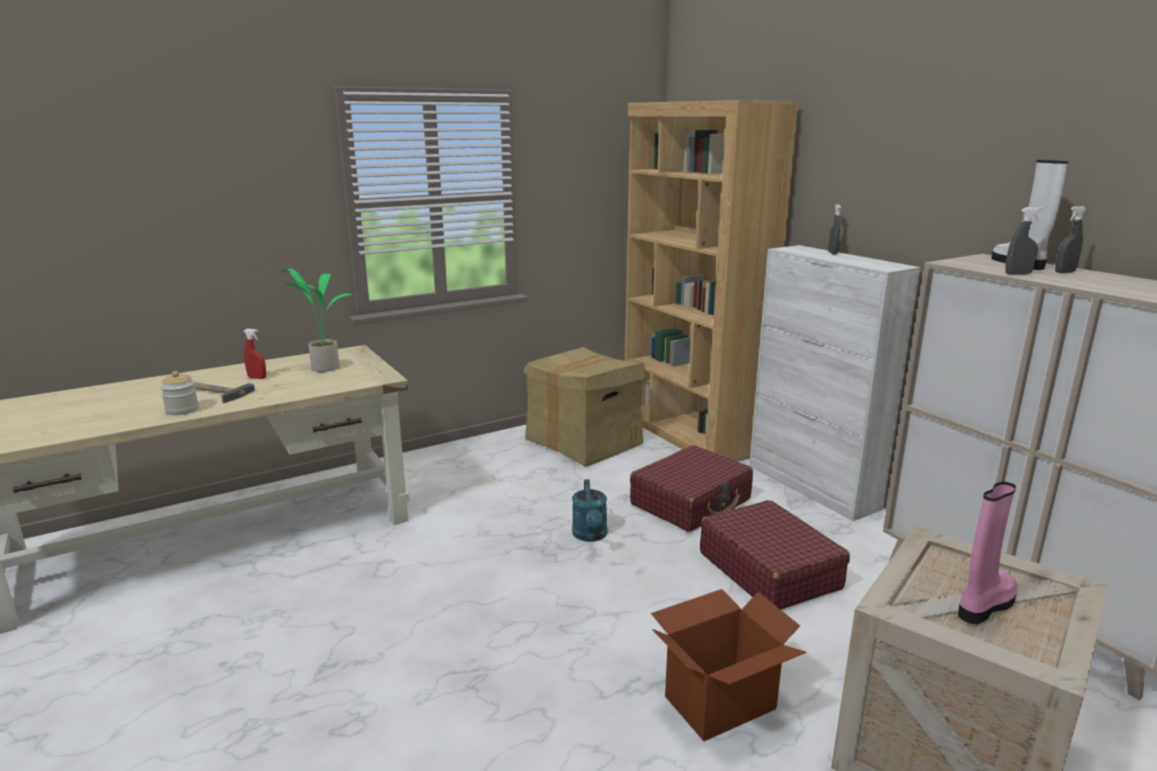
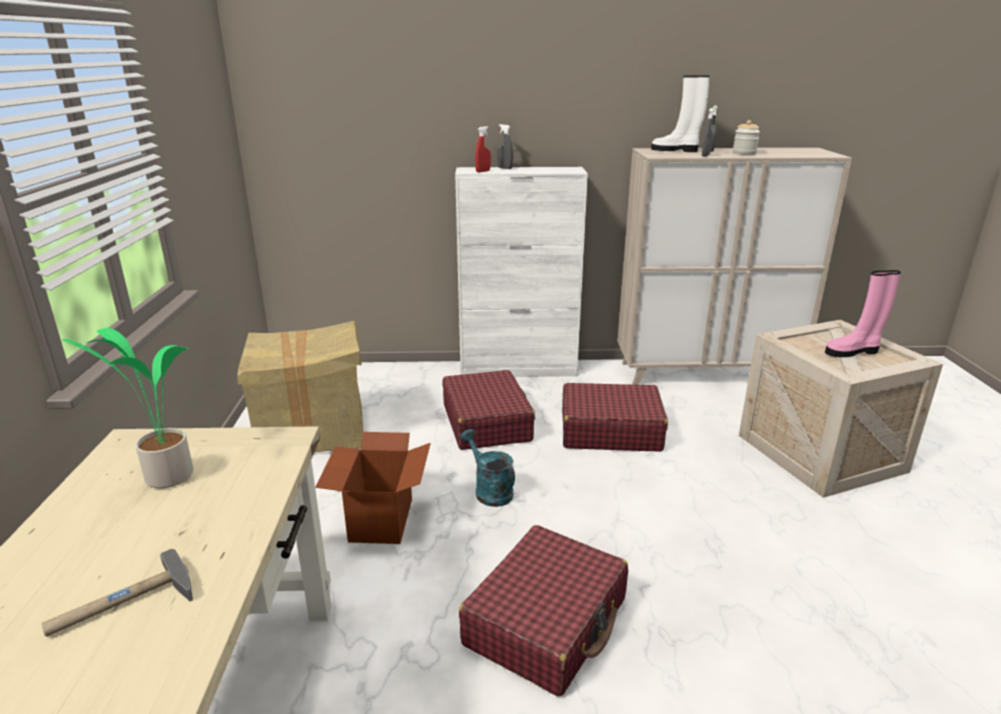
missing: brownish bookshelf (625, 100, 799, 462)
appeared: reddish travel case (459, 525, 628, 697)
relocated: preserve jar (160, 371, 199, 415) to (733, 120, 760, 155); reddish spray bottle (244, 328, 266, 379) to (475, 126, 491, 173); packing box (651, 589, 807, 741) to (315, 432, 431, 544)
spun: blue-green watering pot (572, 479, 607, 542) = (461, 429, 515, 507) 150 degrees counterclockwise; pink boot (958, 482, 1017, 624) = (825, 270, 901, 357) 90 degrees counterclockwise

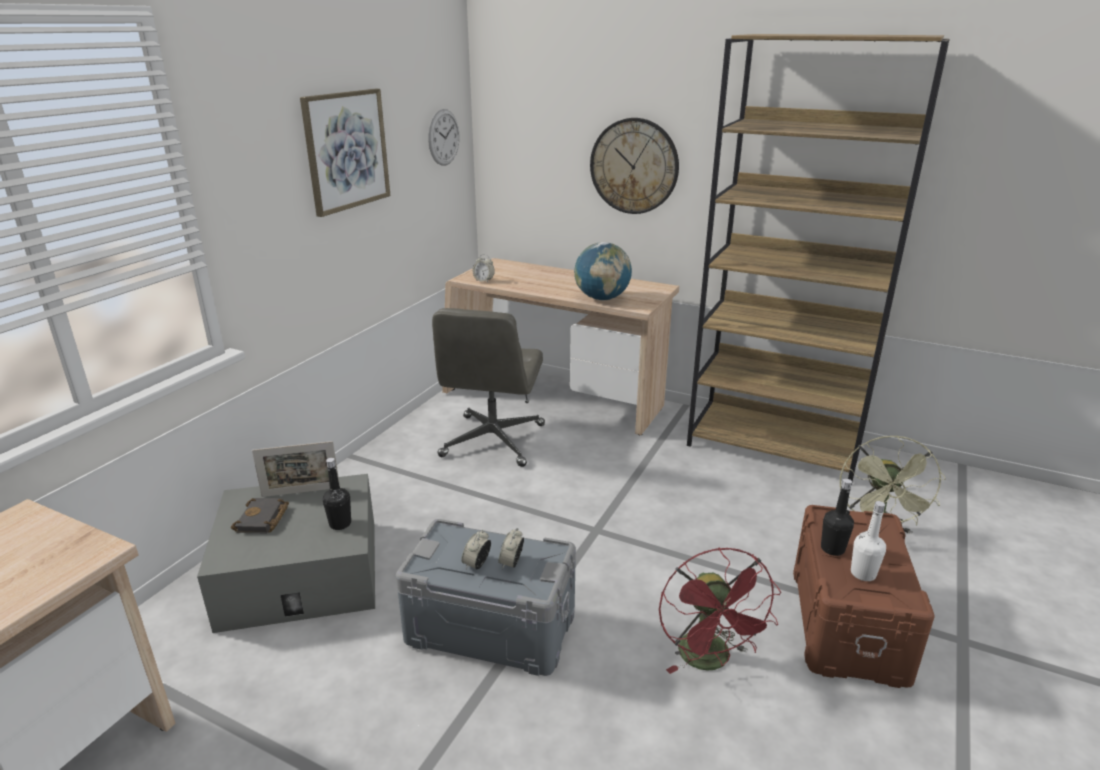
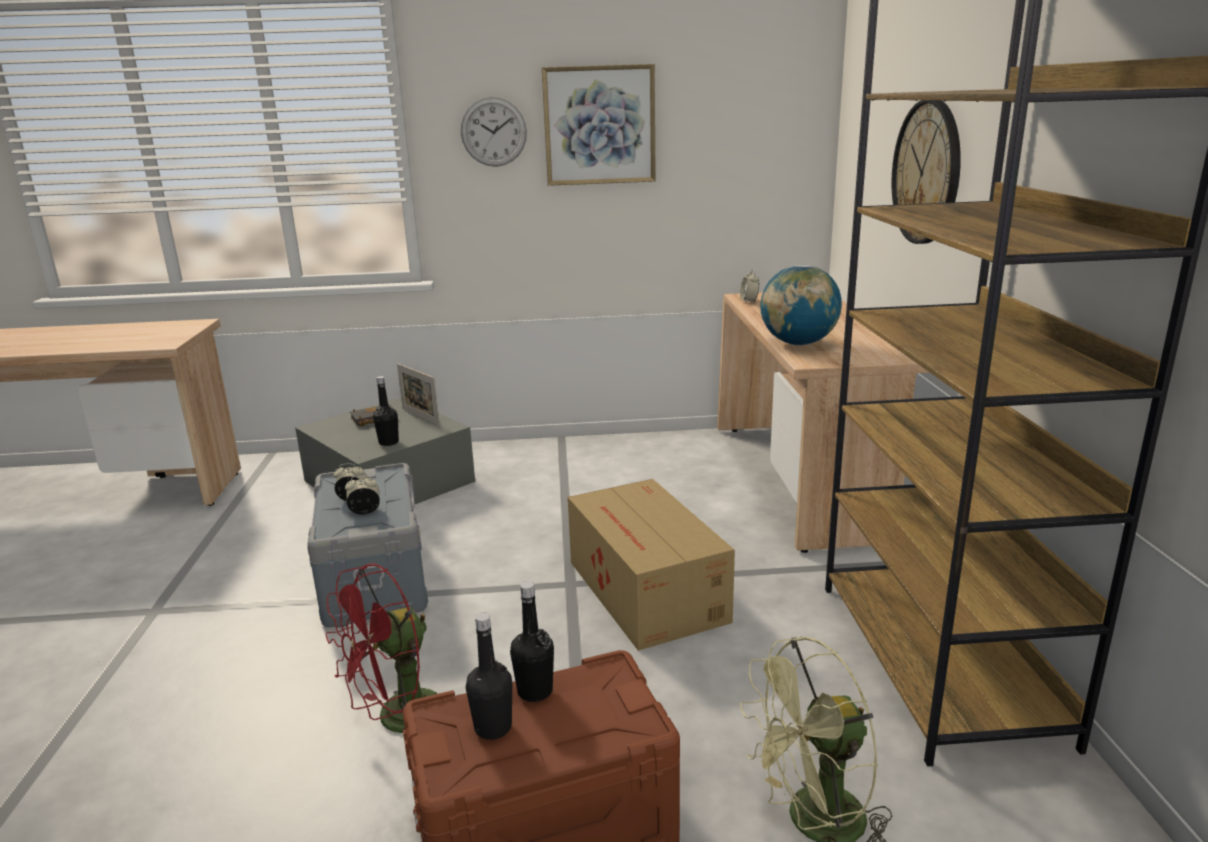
missing: grey office chair (432, 308, 545, 467)
appeared: packing box (568, 479, 735, 651)
relocated: clock on the wall (428, 109, 460, 166) to (461, 97, 527, 167)
colour: white-coloured drink bottle (851, 501, 886, 581) to blackish drink bottle (466, 612, 512, 740)

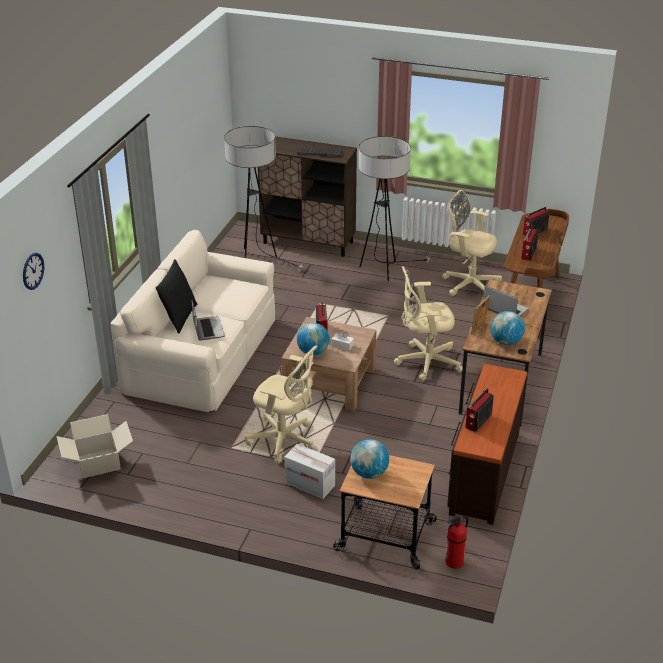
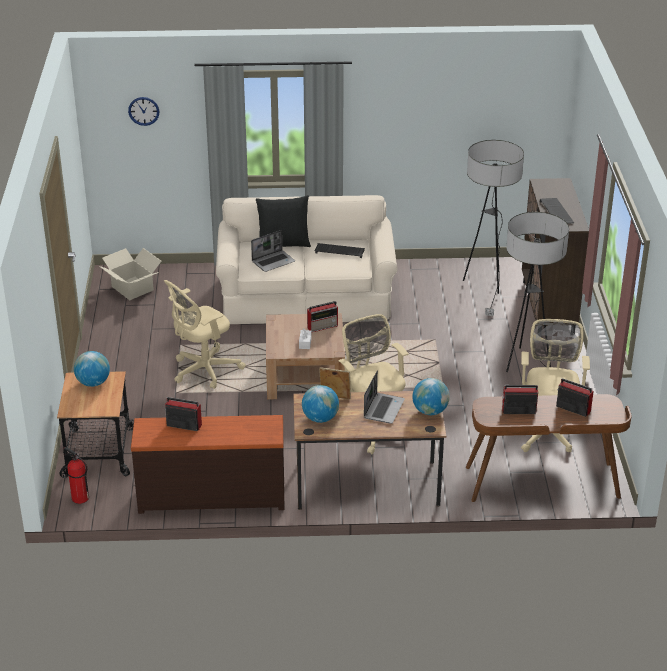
missing: packing box (284, 444, 335, 499)
appeared: PC keyboard (315, 243, 365, 258)
relocated: globe (297, 323, 329, 356) to (412, 378, 450, 415)
spun: beige office chair (245, 345, 318, 464) = (164, 280, 246, 389) 45 degrees clockwise

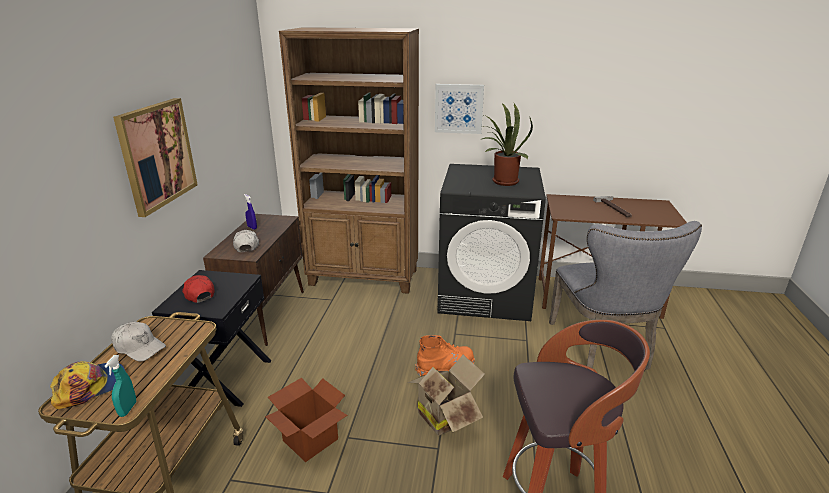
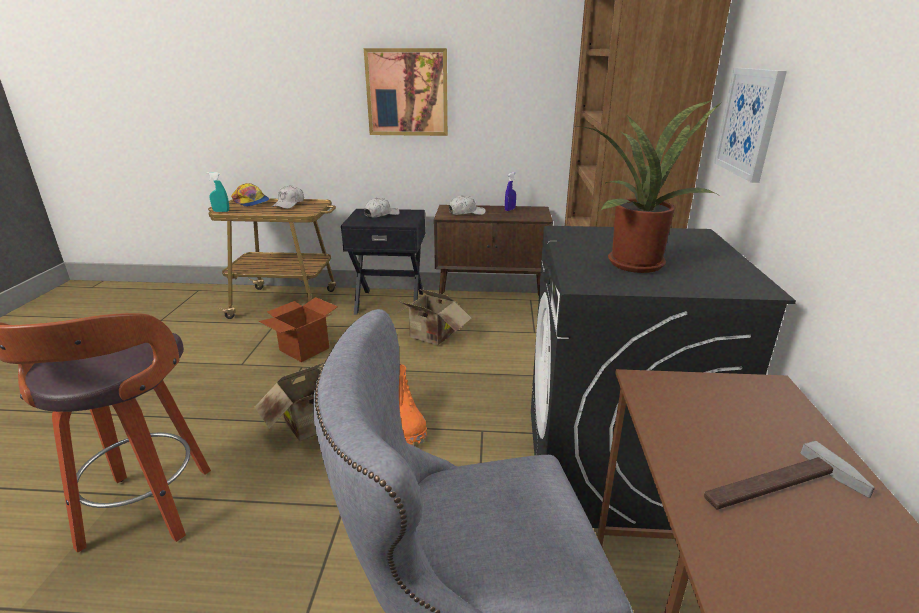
appeared: packing box (394, 289, 471, 345)
colour: reddish baseball cap (182, 275, 215, 303) to white-coloured baseball cap (364, 198, 400, 218)

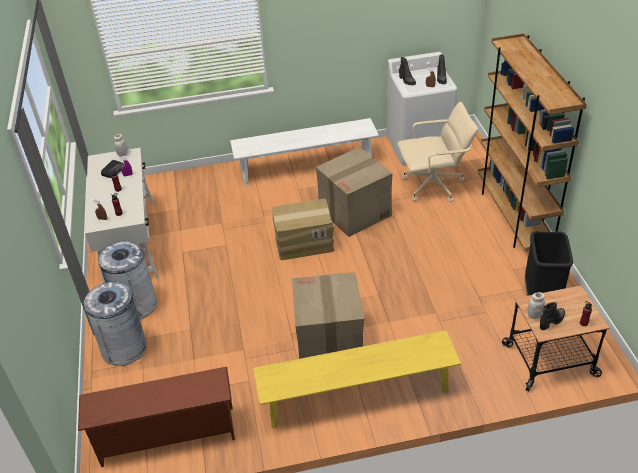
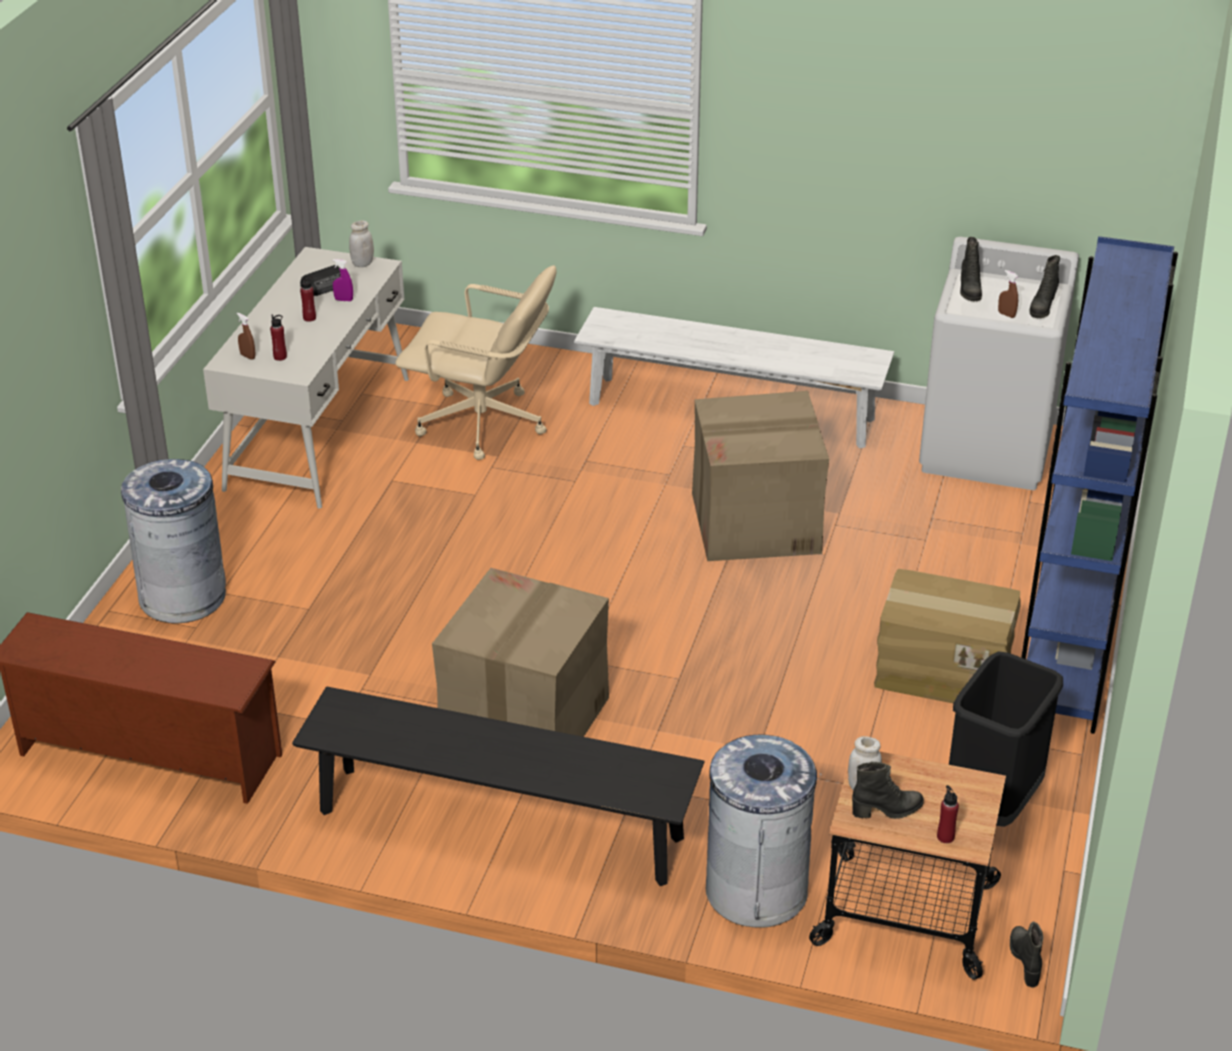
appeared: blackish boot (1010, 921, 1043, 988)
relocated: grey trash can (98, 241, 157, 319) to (706, 734, 821, 928); packing box (272, 199, 334, 260) to (874, 569, 1021, 703); beige office chair (397, 102, 478, 202) to (395, 265, 556, 460)
colour: yellowish long seat (253, 330, 461, 429) to blackish long seat (292, 686, 704, 886); brownish bookshelf (478, 33, 587, 252) to bluish bookshelf (1021, 236, 1178, 734)

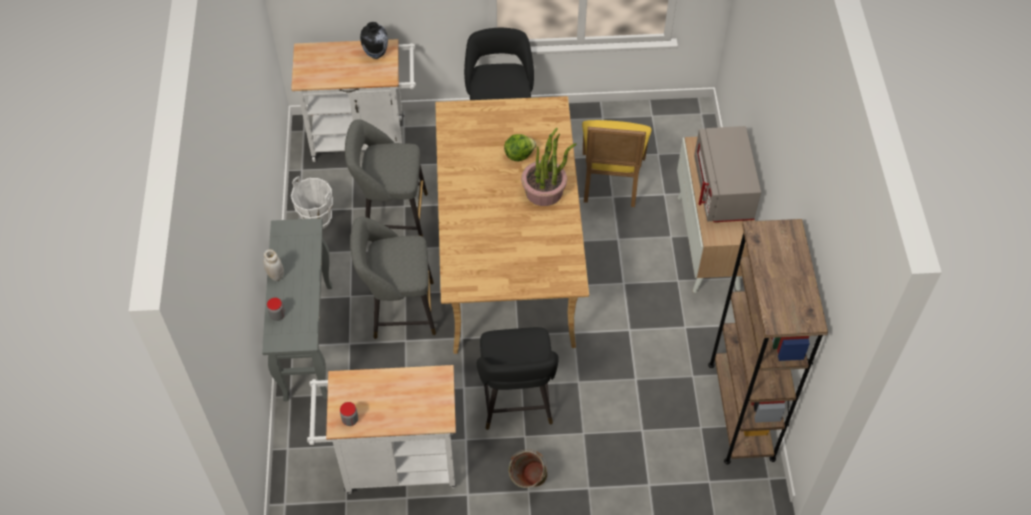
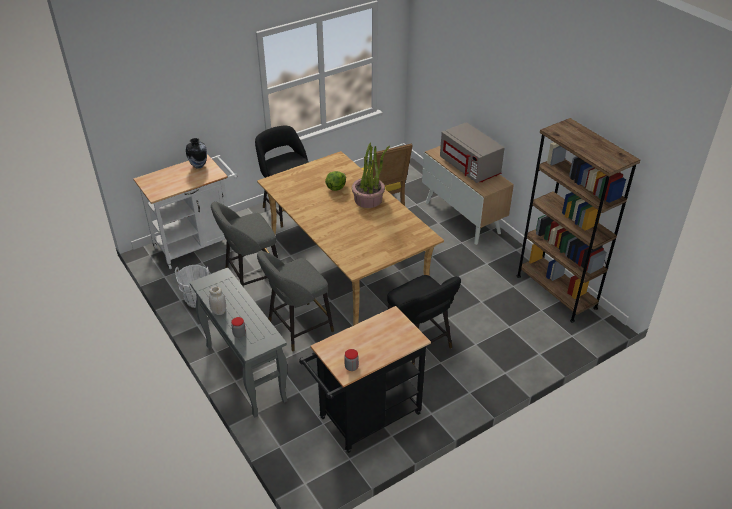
missing: green-coloured bucket (509, 449, 548, 488)
colour: white-coloured cart (307, 365, 456, 494) to blackish cart (299, 306, 431, 453)

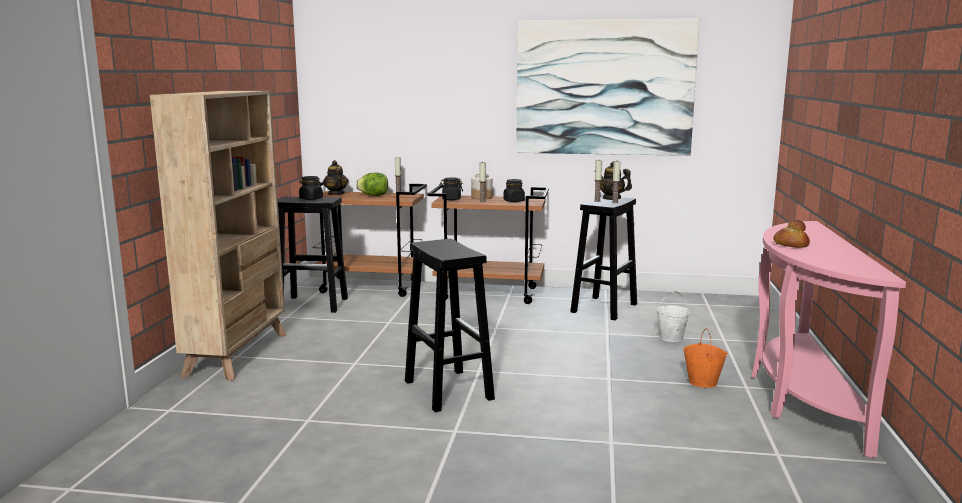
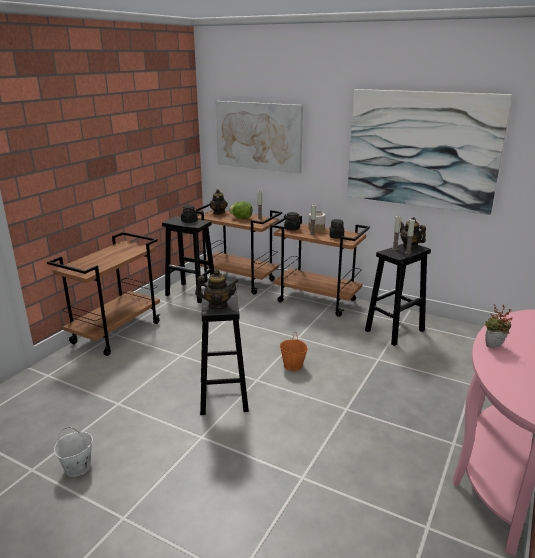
appeared: tea pot (195, 269, 239, 310); wall picture (216, 101, 303, 174)
relocated: white-coloured bucket (656, 291, 690, 342) to (54, 427, 93, 477); orange-coloured bucket (683, 328, 728, 388) to (280, 333, 308, 371)
exchanged: beige bookshelf (150, 91, 286, 381) to brownish cart (47, 232, 160, 356); bakery bread (774, 220, 810, 248) to potted plant (485, 305, 513, 348)

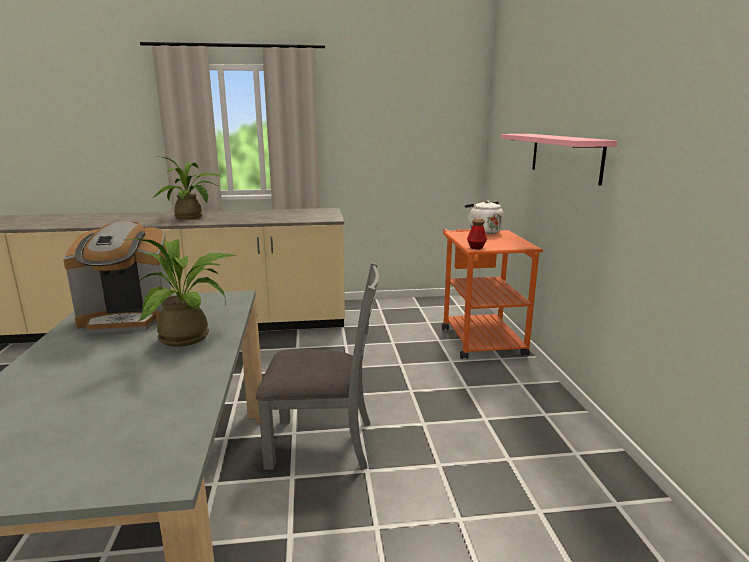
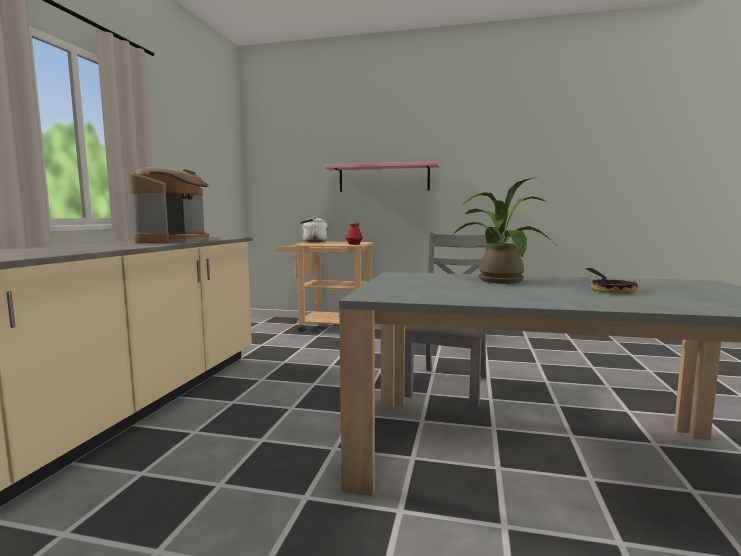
missing: potted plant (154, 156, 221, 220)
appeared: pan (586, 268, 638, 294)
relocated: coffee maker (63, 221, 172, 334) to (129, 167, 209, 243)
colour: orange-coloured cart (442, 229, 543, 359) to beige cart (275, 242, 375, 332)

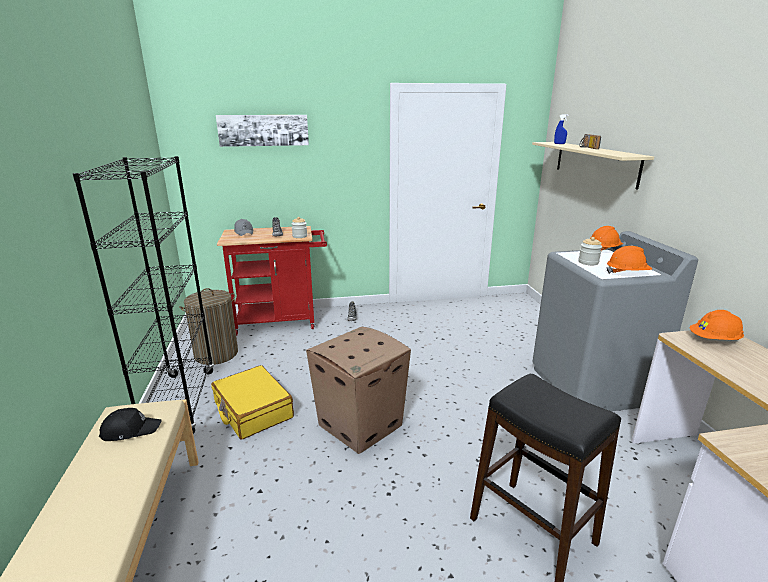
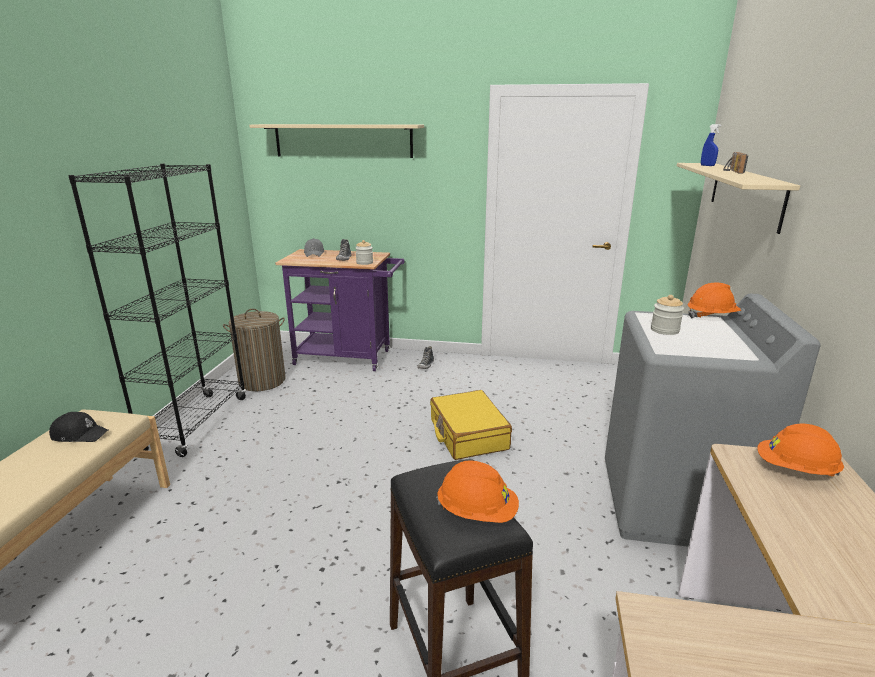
missing: packing box (306, 327, 411, 454)
relocated: yellowish travel case (211, 365, 294, 440) to (430, 390, 512, 460); orange-coloured safety helmet (606, 246, 652, 274) to (436, 460, 519, 523)
exchanged: wall picture (216, 115, 309, 147) to beige bracket shelf (249, 124, 424, 158)
colour: reddish cart (217, 226, 327, 335) to purple-coloured cart (275, 249, 405, 371)

